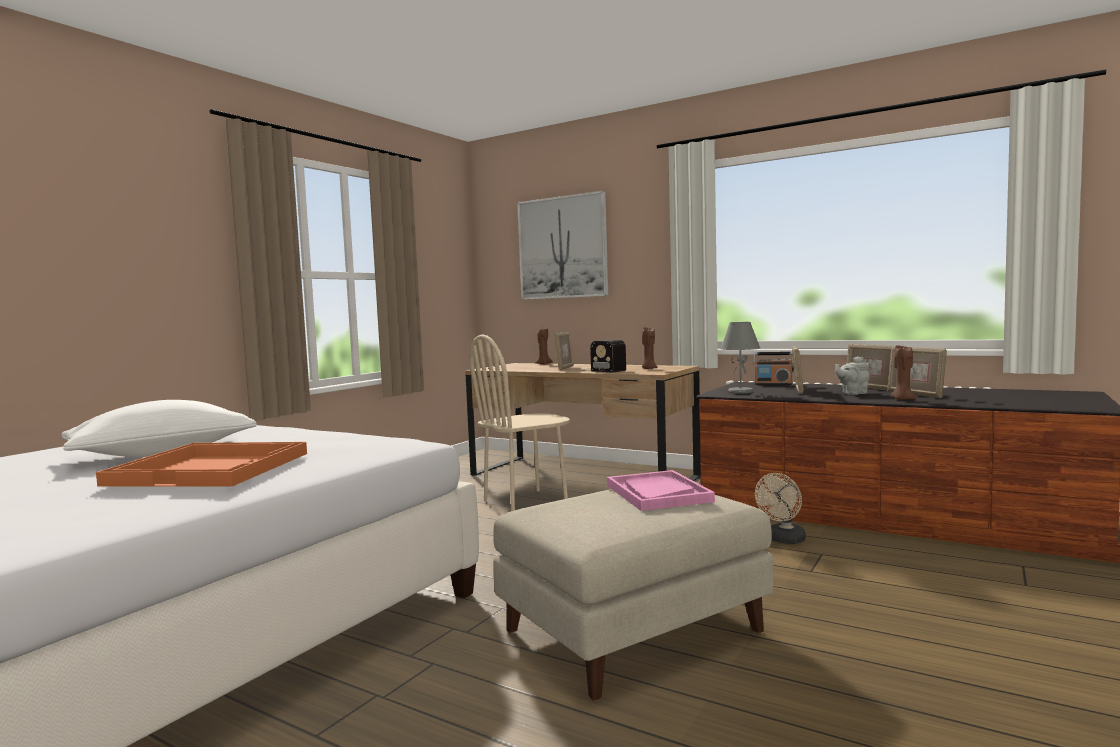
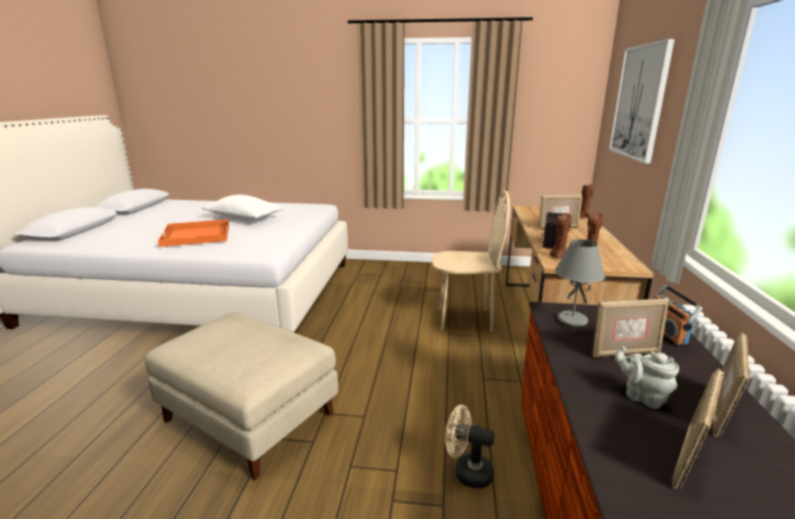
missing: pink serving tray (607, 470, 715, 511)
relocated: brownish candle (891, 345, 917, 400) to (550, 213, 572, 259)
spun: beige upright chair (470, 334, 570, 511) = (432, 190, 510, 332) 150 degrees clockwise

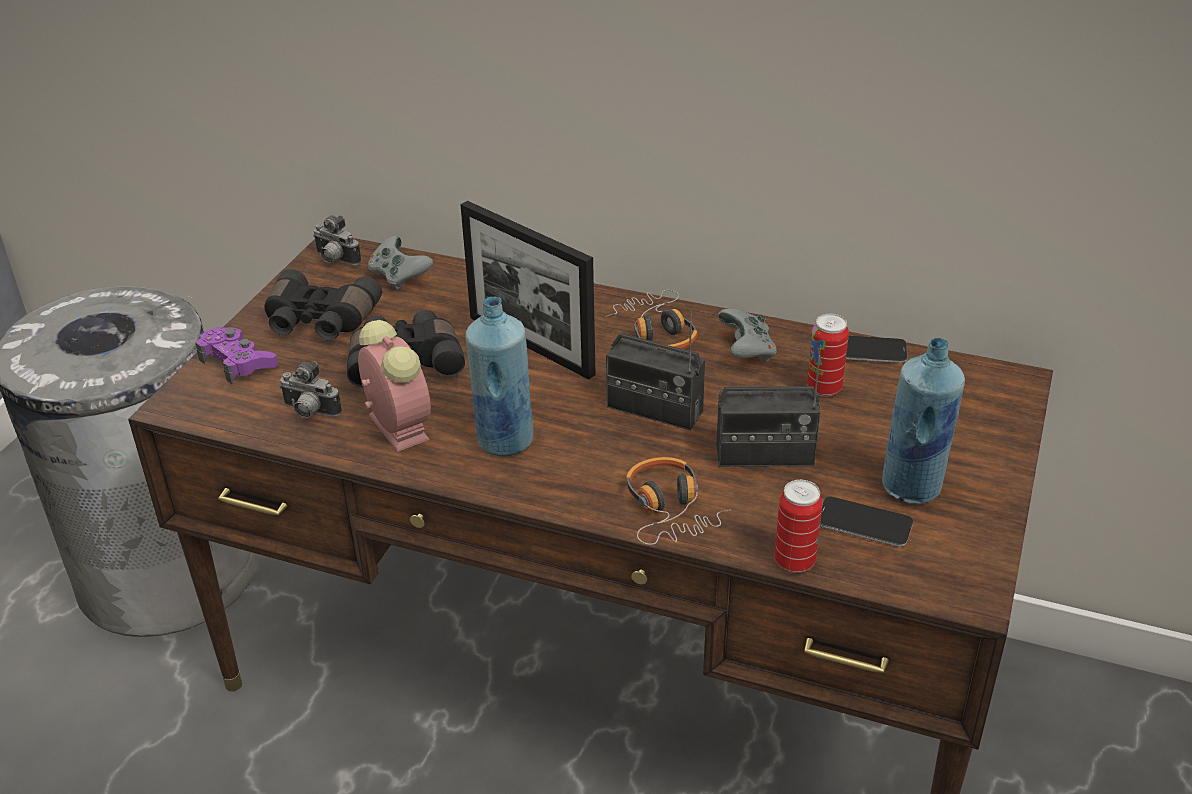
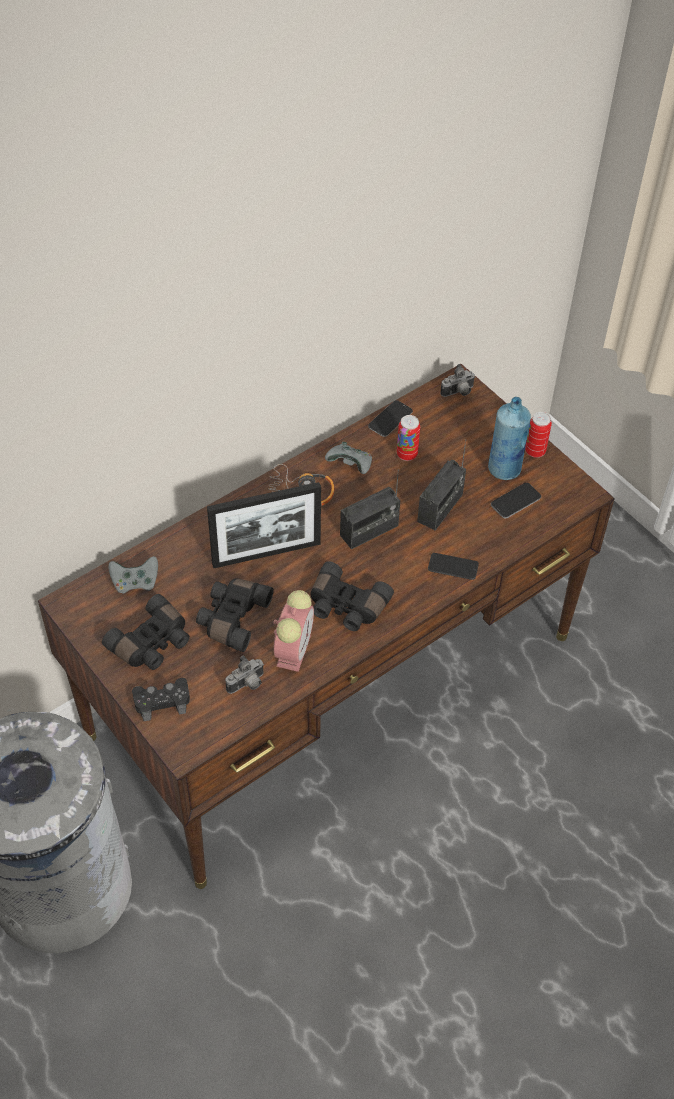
relocated: photo camera (313, 215, 362, 265) to (440, 364, 475, 397); metal can (775, 480, 823, 573) to (525, 412, 552, 458)
exchanged: bluish drink bottle (465, 297, 534, 456) to blackish binoculars (311, 561, 394, 631); pair of headphones (626, 457, 732, 545) to handset (428, 553, 479, 580)
colour: purple-coloured game controller (196, 327, 278, 384) to blackish game controller (132, 678, 190, 721)
spun: alarm clock (358, 320, 431, 452) = (273, 590, 314, 672) 105 degrees clockwise

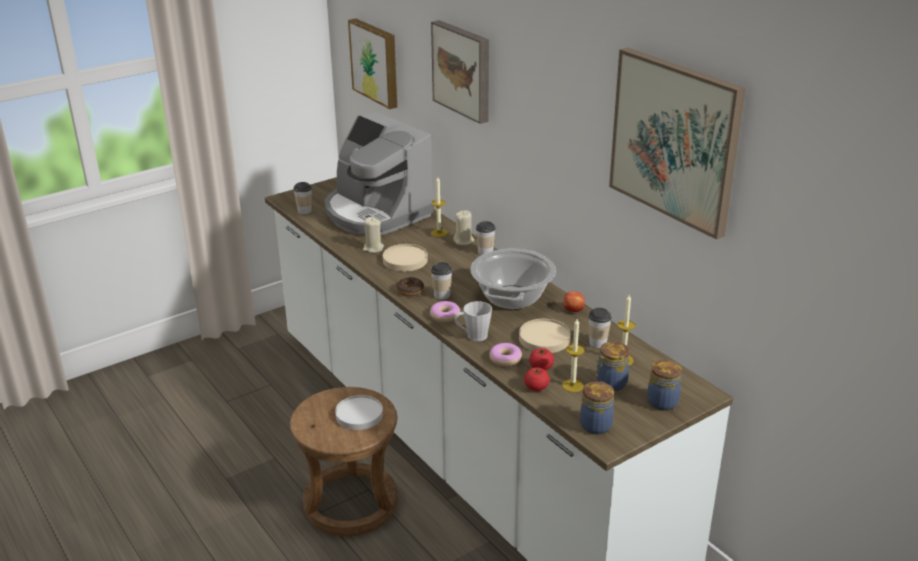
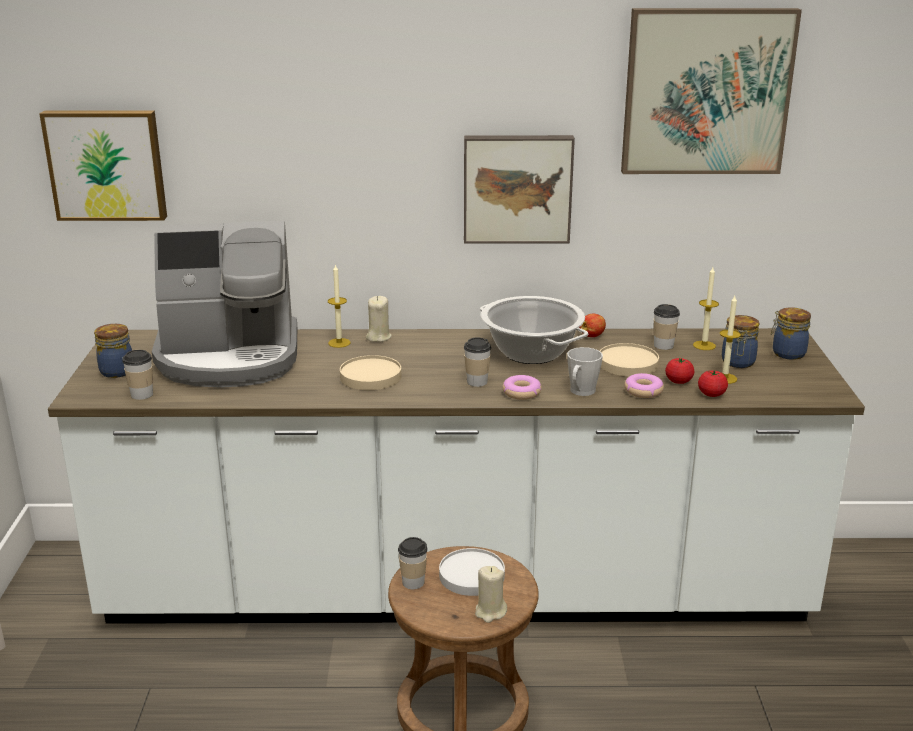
missing: doughnut (396, 277, 424, 296)
relocated: beige candle (363, 217, 384, 253) to (475, 566, 507, 623); wall picture (431, 20, 489, 124) to (464, 135, 575, 244); drinking cup (476, 221, 496, 255) to (398, 537, 428, 589); preserve jar (580, 382, 614, 434) to (94, 324, 132, 378)

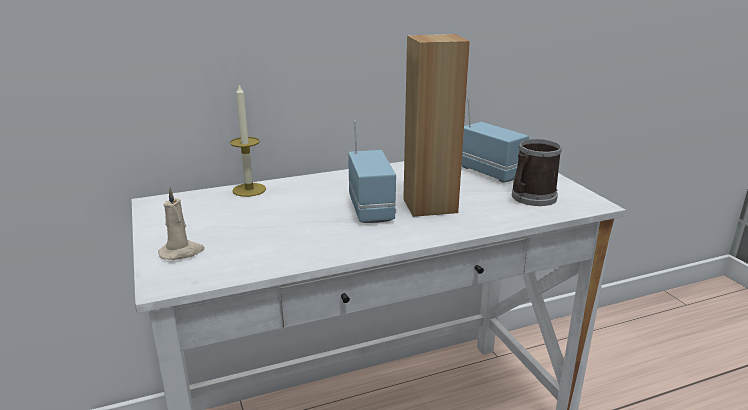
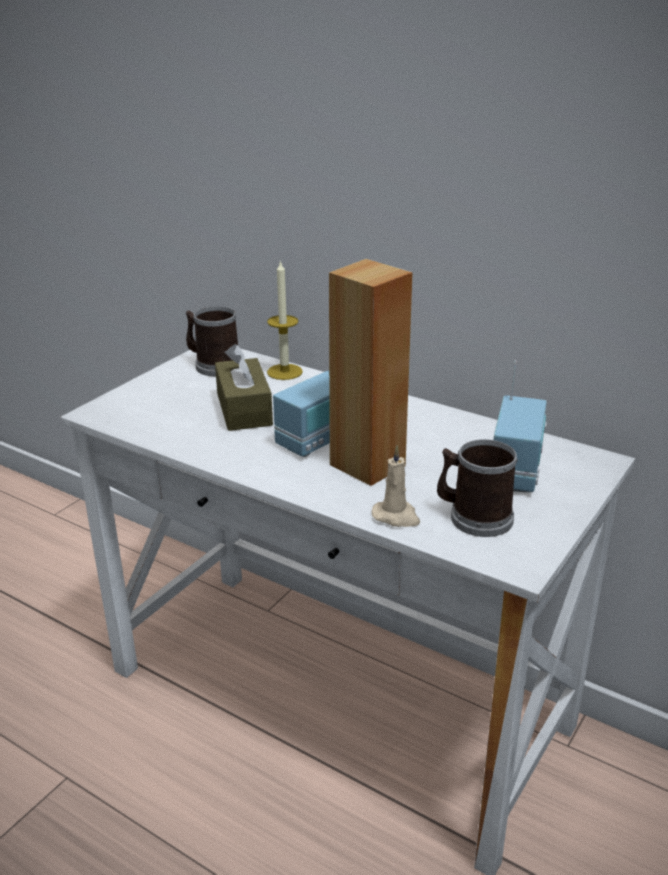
appeared: mug (186, 306, 238, 376); brownish tissue holder (215, 344, 273, 431)
relocated: beige candle (158, 187, 204, 260) to (372, 445, 420, 527)

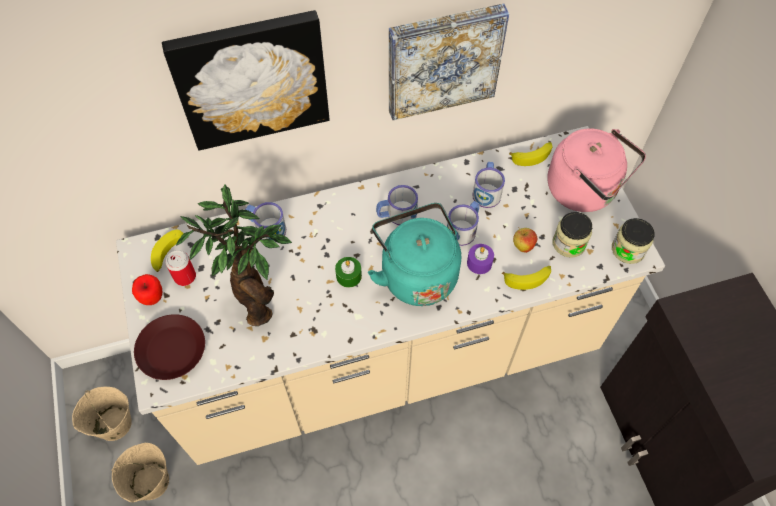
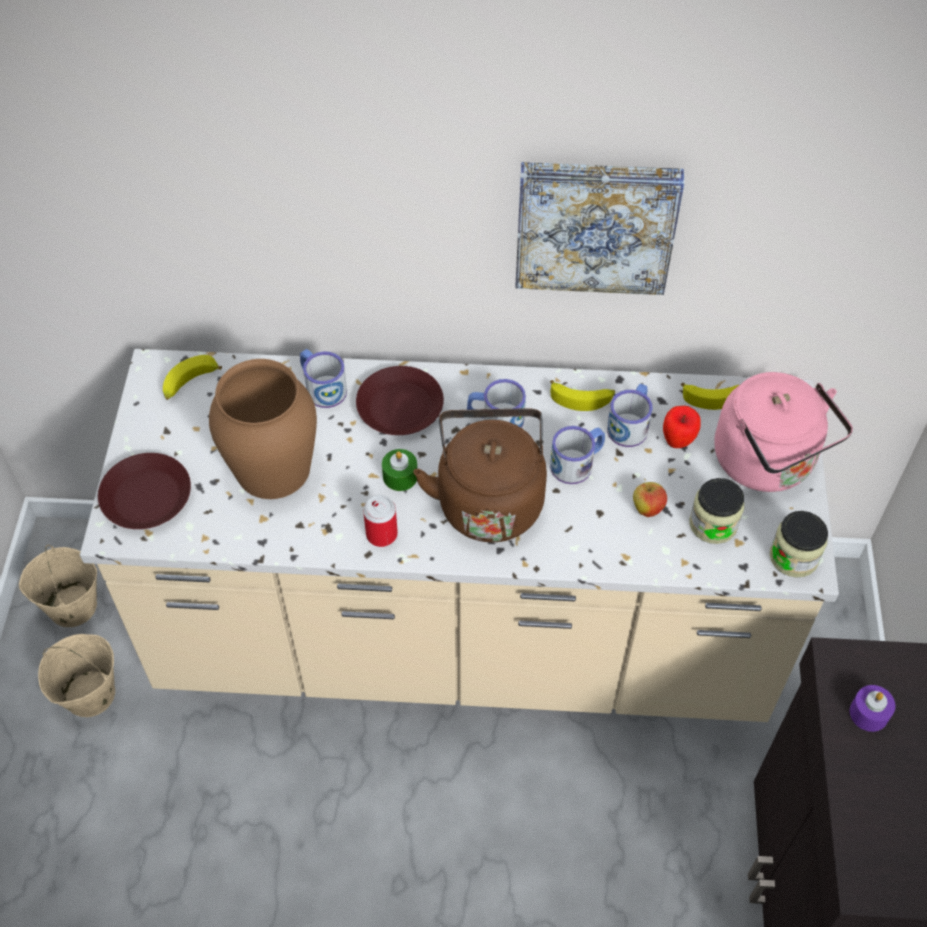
missing: wall picture (162, 10, 330, 150)
appeared: brownish flat dish (356, 366, 444, 435)
relocated: apple fruit (132, 274, 163, 305) to (663, 406, 701, 448); metal can (165, 250, 196, 286) to (363, 495, 398, 547); purple-coloured candle (467, 244, 494, 274) to (850, 685, 895, 732); banana fruit (502, 266, 551, 290) to (550, 380, 615, 411)
exchanged: potted plant (176, 184, 292, 326) to brownish flower vase (209, 359, 317, 499)
colour: blue-green kettle (368, 203, 461, 306) to brownish kettle (413, 408, 547, 542)

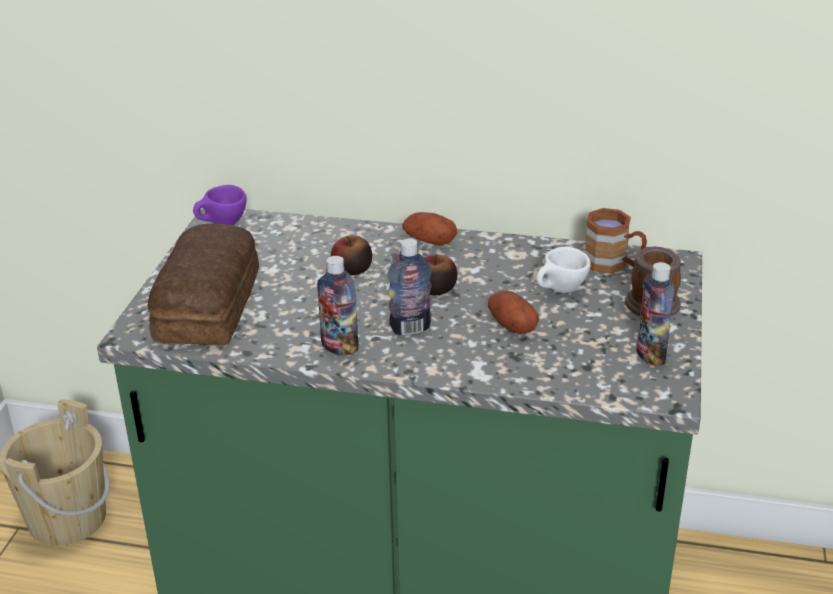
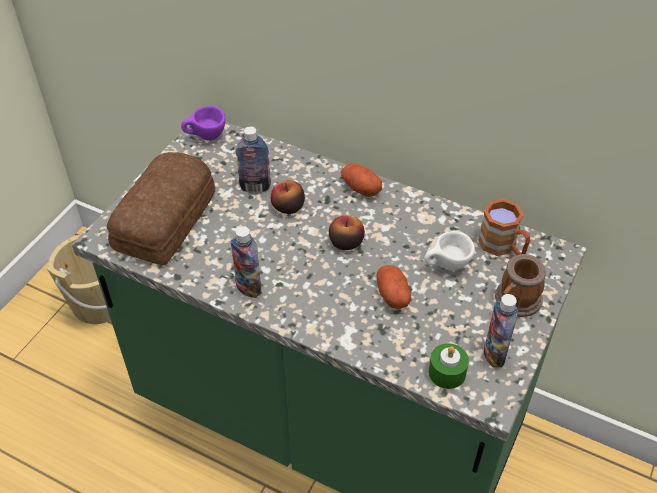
appeared: green-coloured candle (428, 343, 469, 389)
relocated: drink bottle (388, 238, 432, 335) to (236, 126, 271, 193)

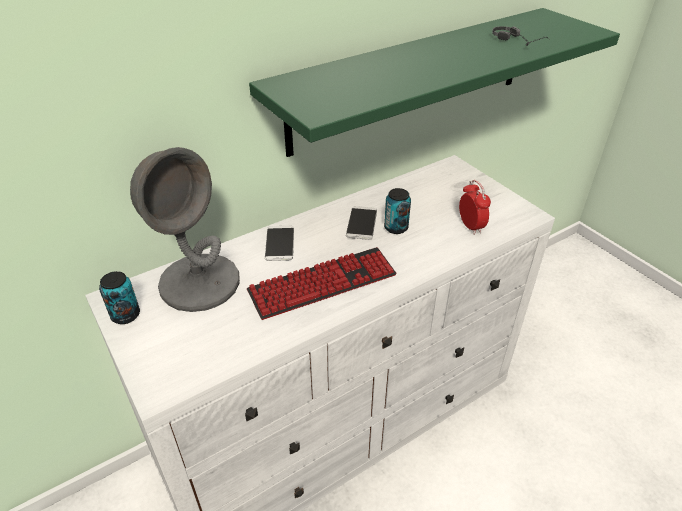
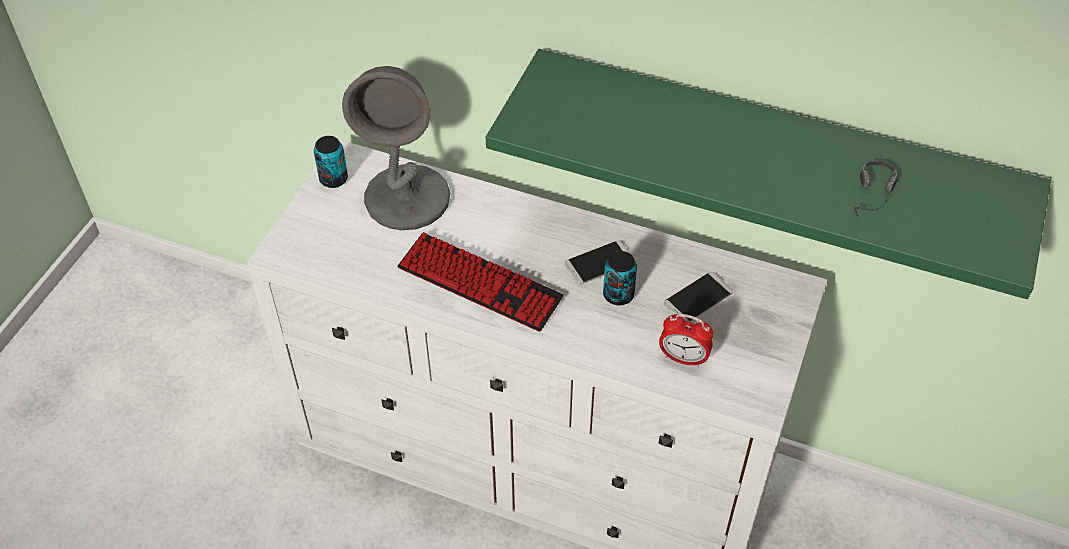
relocated: handset (265, 226, 294, 261) to (664, 272, 733, 322)
spun: alarm clock (459, 180, 491, 235) = (659, 314, 713, 367) 75 degrees clockwise

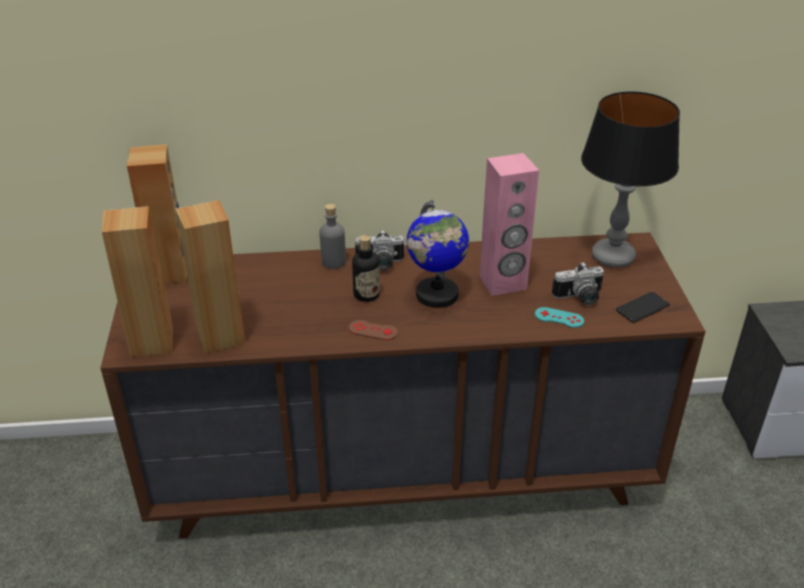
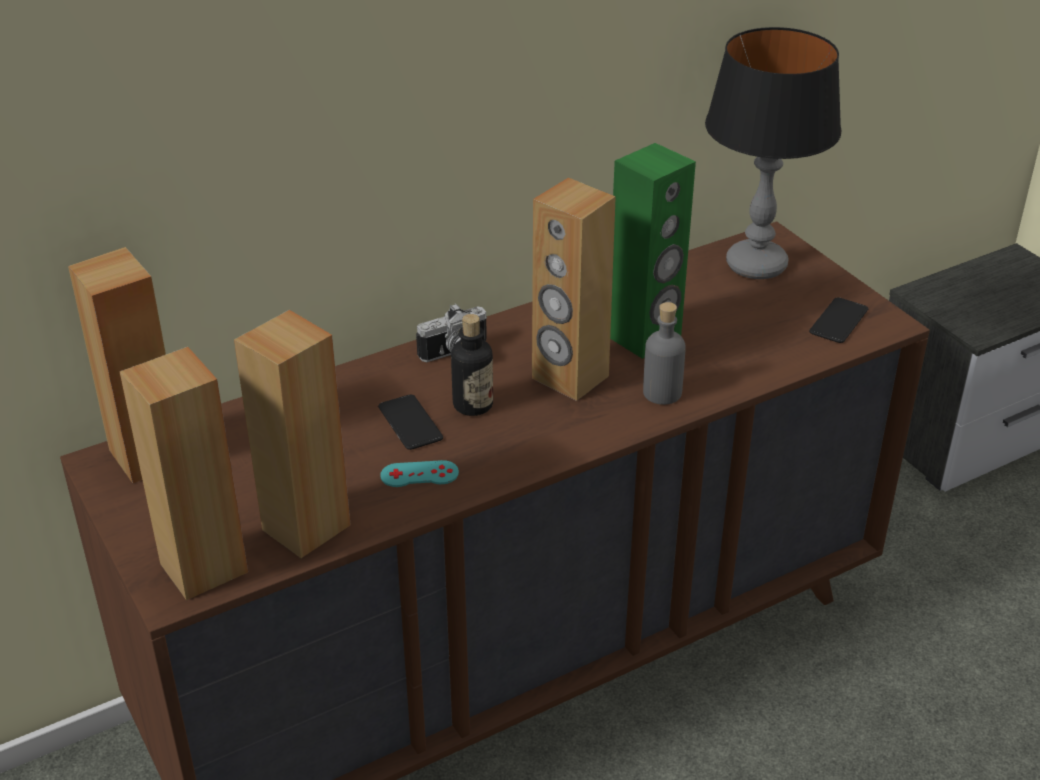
missing: brownish game controller (349, 320, 398, 340); photo camera (552, 262, 604, 305)
appeared: handset (378, 395, 443, 450)
relocated: grey drink bottle (319, 204, 346, 269) to (643, 302, 686, 405); blue-green game controller (535, 307, 584, 328) to (380, 460, 459, 487)
exchanged: globe (406, 200, 469, 308) to brownish loudspeaker (532, 177, 616, 401)
colour: pink loudspeaker (479, 153, 539, 296) to green-coloured loudspeaker (610, 143, 696, 359)

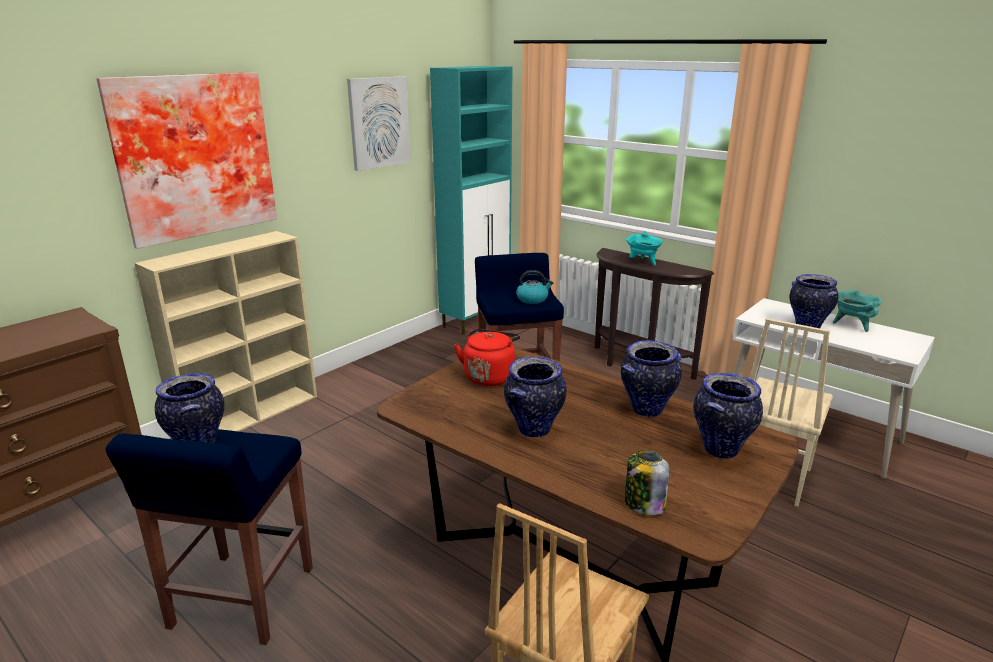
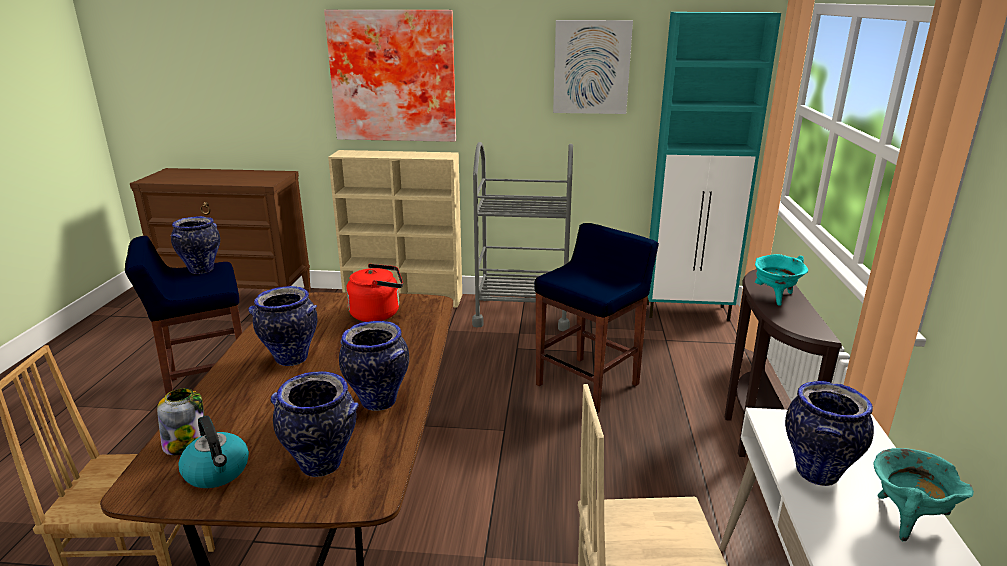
appeared: grey cart (472, 142, 573, 331)
relocated: kettle (516, 270, 554, 304) to (178, 415, 249, 488)

